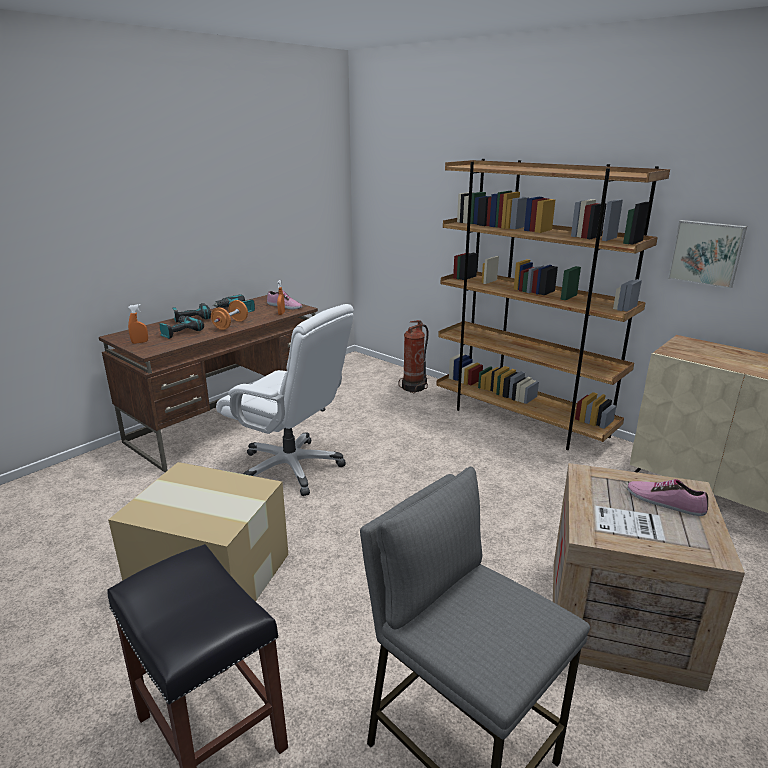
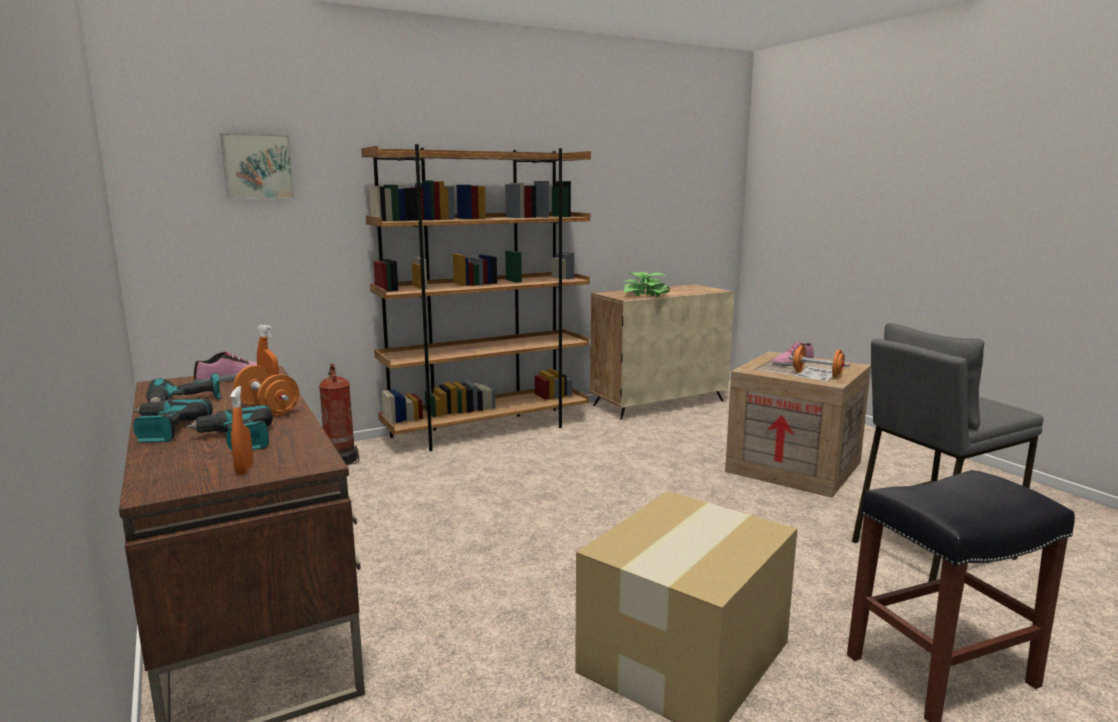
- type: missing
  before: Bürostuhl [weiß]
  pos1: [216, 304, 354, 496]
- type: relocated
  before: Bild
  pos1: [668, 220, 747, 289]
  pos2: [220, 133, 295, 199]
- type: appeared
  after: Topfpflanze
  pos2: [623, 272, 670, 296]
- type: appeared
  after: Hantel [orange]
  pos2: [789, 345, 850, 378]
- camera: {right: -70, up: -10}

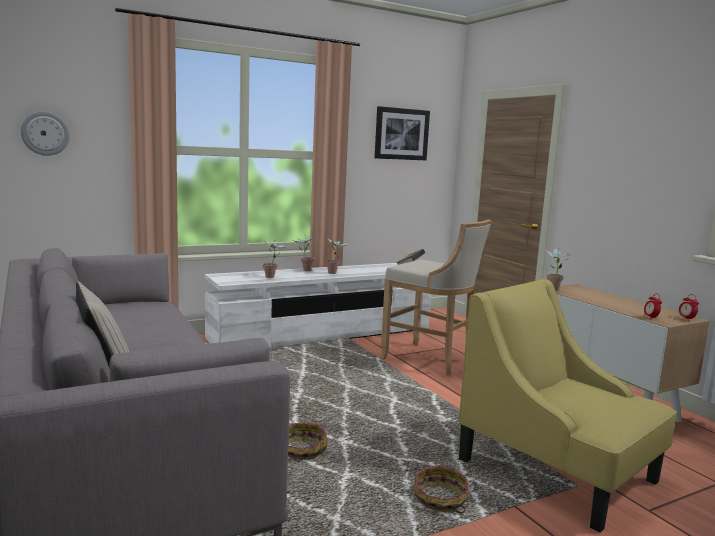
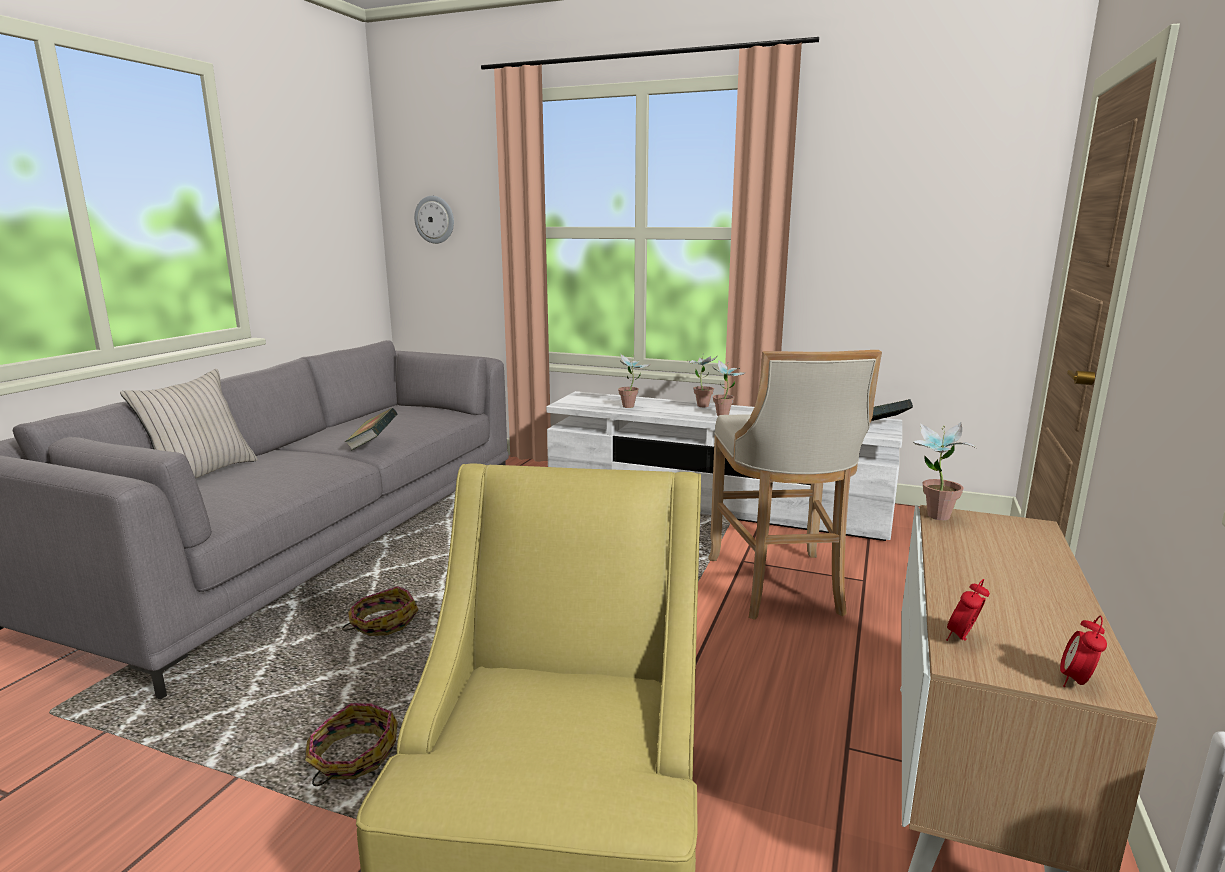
- type: missing
  before: Bild
  pos1: [375, 106, 430, 160]
- type: appeared
  after: Buch
  pos2: [345, 408, 398, 451]
- camera: {right: 50, up: 5}

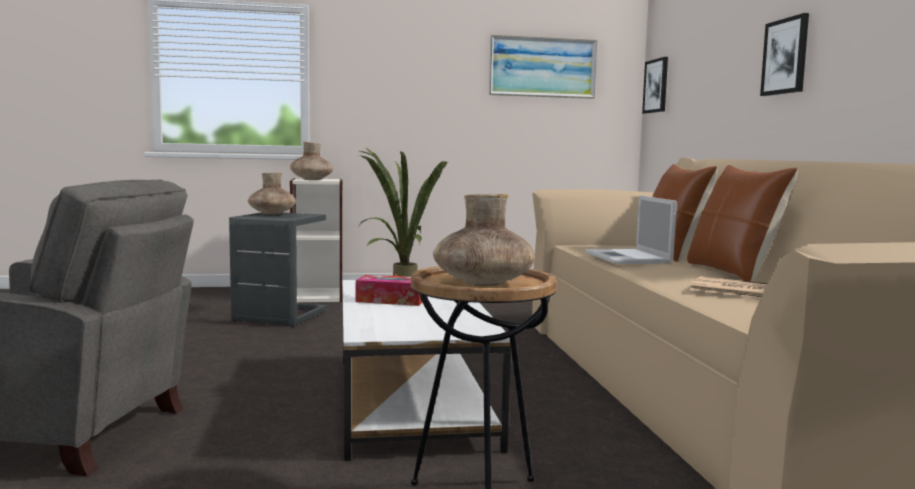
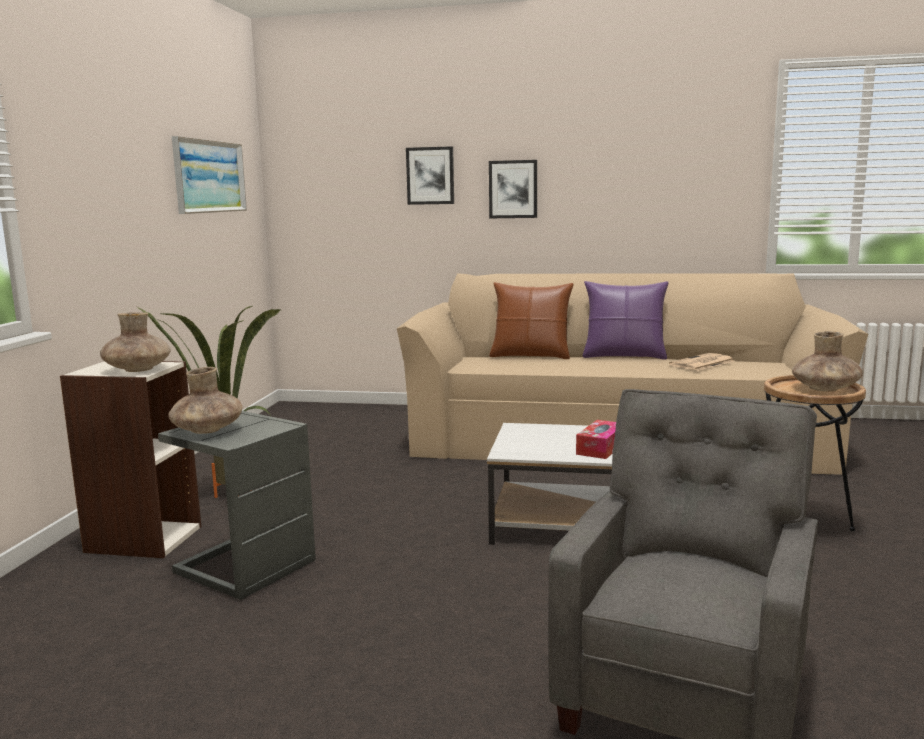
- type: missing
  before: Laptop
  pos1: [585, 195, 677, 264]
- type: relocated
  before: Bild
  pos1: [642, 57, 668, 114]
  pos2: [406, 146, 454, 205]
- type: colour
  before: Kissen [braun]
  after: Kissen [lila]
  pos1: [687, 165, 798, 282]
  pos2: [583, 281, 668, 360]
- camera: {right: -70, up: 5}

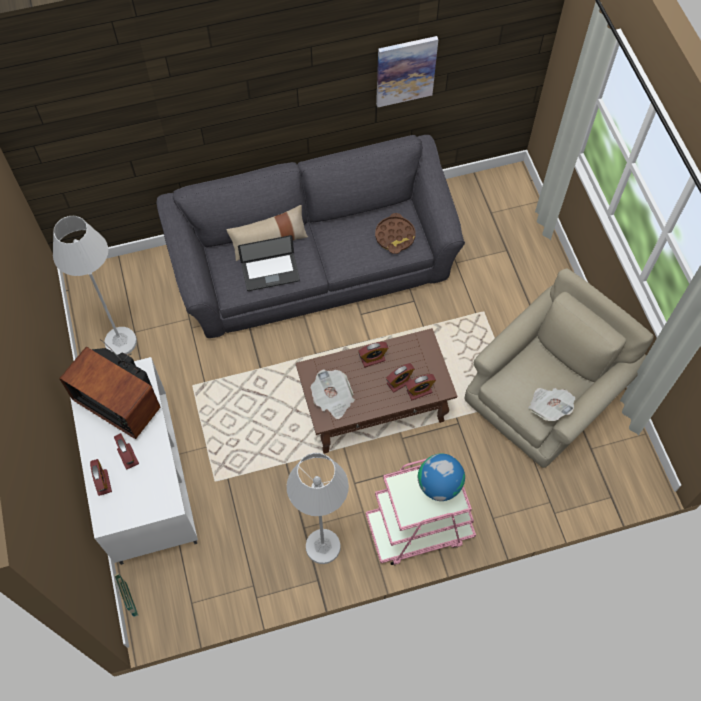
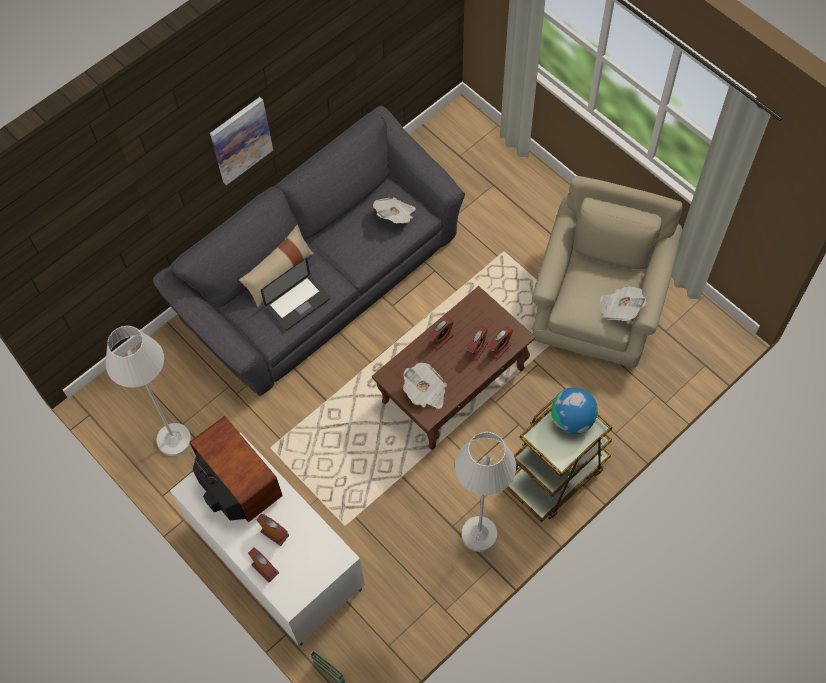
- type: spun
  before: Fernseher
  pos1: [59, 339, 160, 439]
  pos2: [189, 416, 283, 522]
  turn: -135
- type: colour
  before: Rollwagen [rosa]
  after: Rollwagen [braun]
  pos1: [366, 456, 476, 566]
  pos2: [506, 398, 613, 522]
- type: exchanged
  before: Tablett [braun]
  after: Zeitung
  pos1: [375, 213, 416, 254]
  pos2: [373, 197, 416, 223]
- type: relocated
  before: Bild
  pos1: [376, 36, 438, 107]
  pos2: [210, 97, 273, 185]
- camera: {right: -25, up: 0}

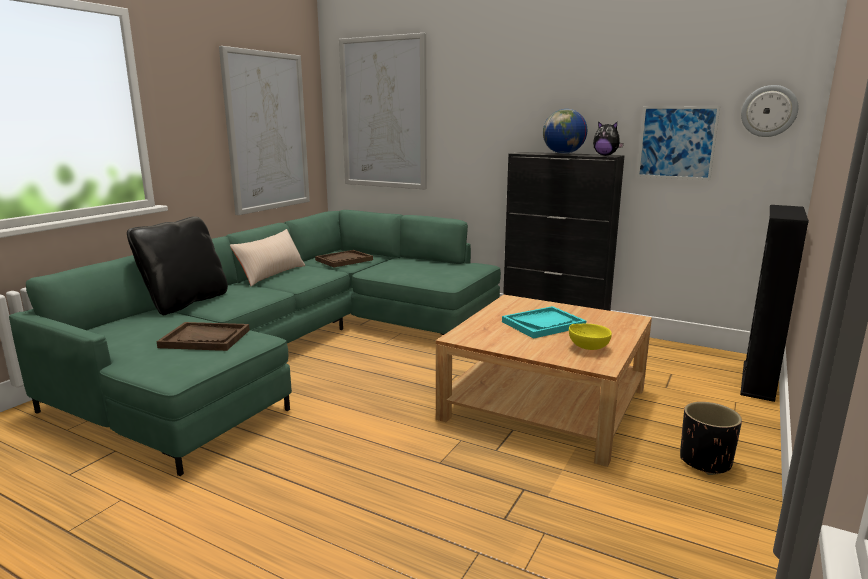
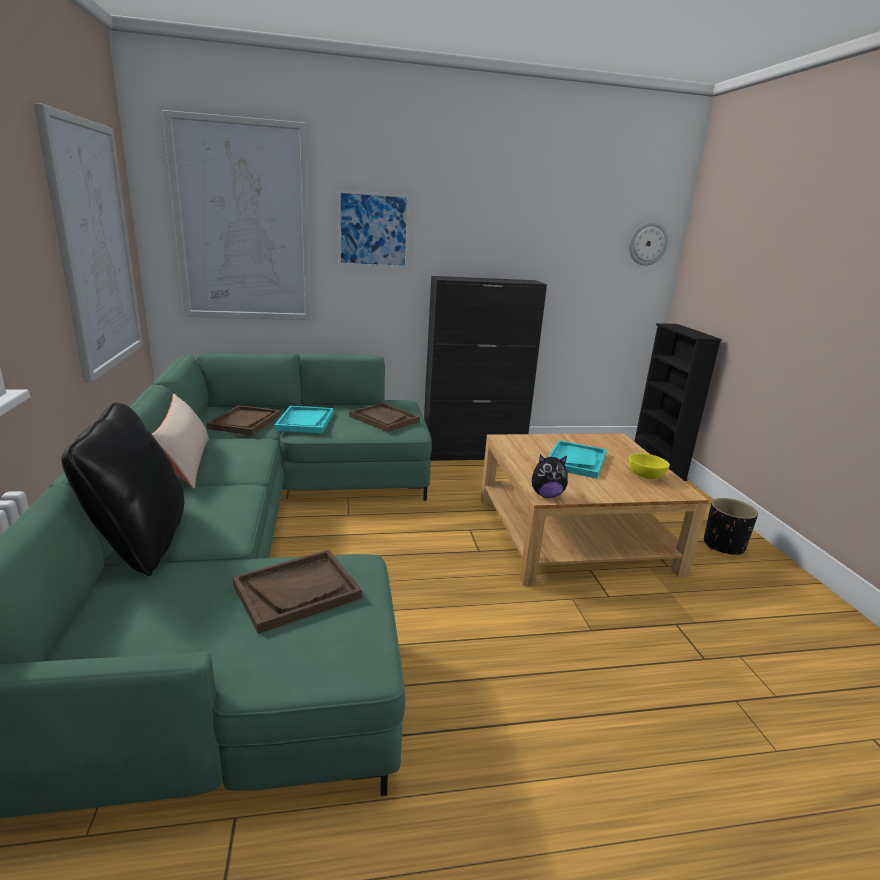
- type: missing
  before: Globus
  pos1: [543, 109, 587, 154]
- type: relocated
  before: Plüschtier
  pos1: [593, 121, 624, 156]
  pos2: [532, 455, 568, 498]
- type: relocated
  before: Bild
  pos1: [637, 106, 720, 180]
  pos2: [338, 190, 410, 268]
- type: appeared
  after: Tablett [türkis]
  pos2: [274, 406, 334, 433]
- type: appeared
  after: Tablett [braun]
  pos2: [349, 403, 420, 432]
- camera: {right: -40, up: 5}

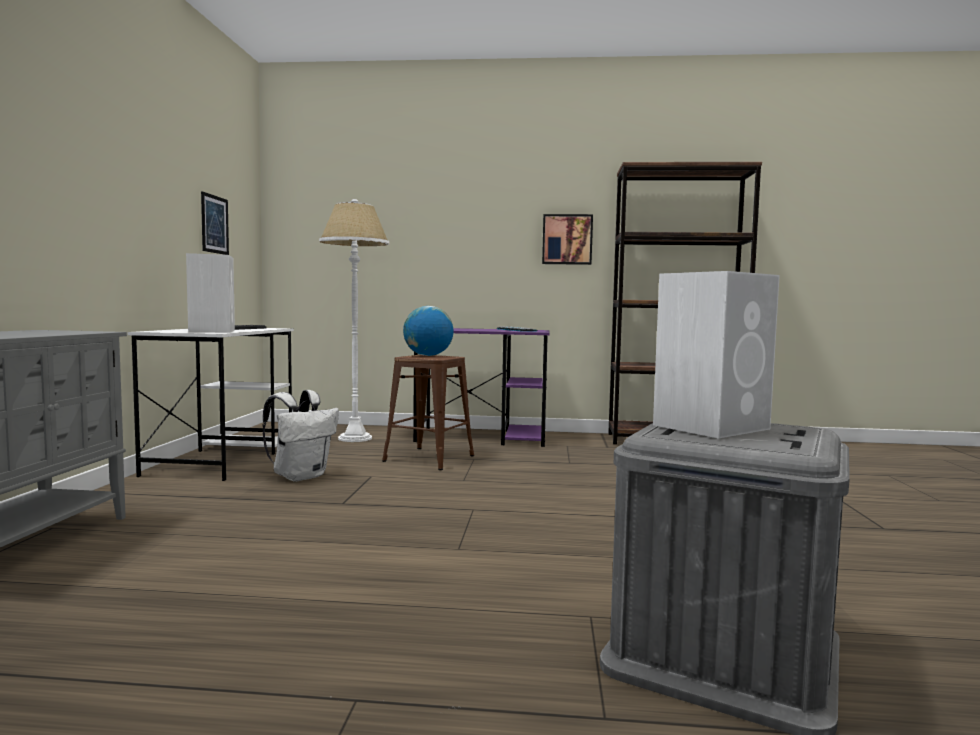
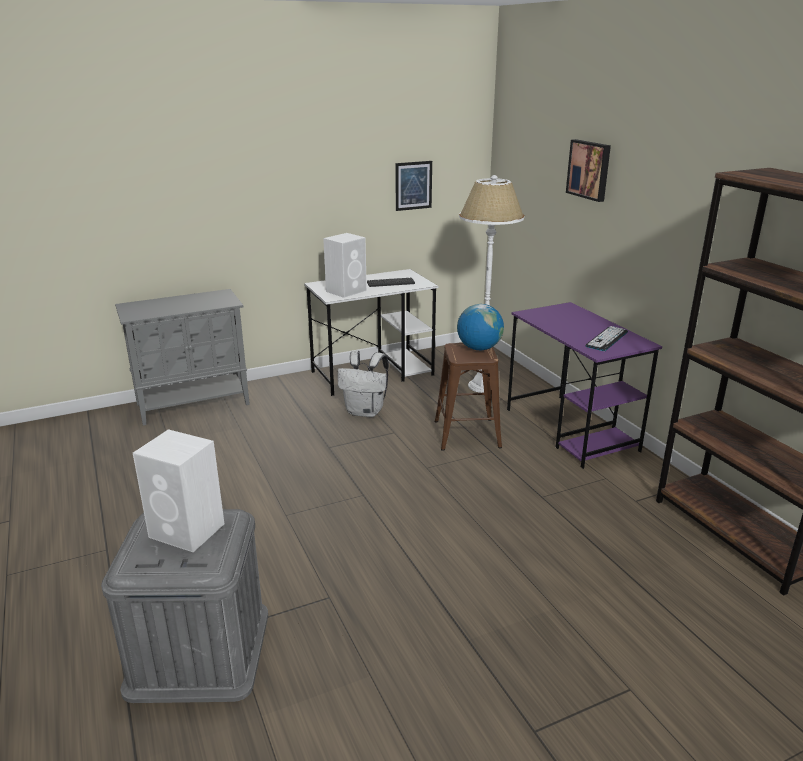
- type: relocated
  before: Bild
  pos1: [542, 214, 593, 265]
  pos2: [566, 139, 611, 202]
- camera: {right: 60, up: 20}

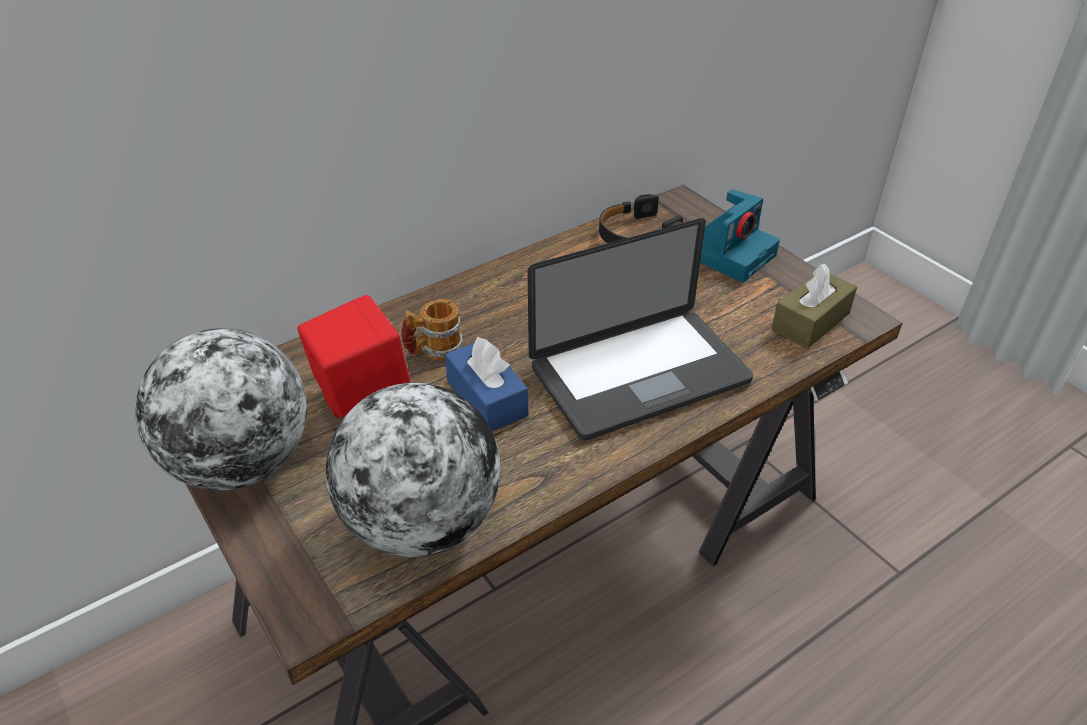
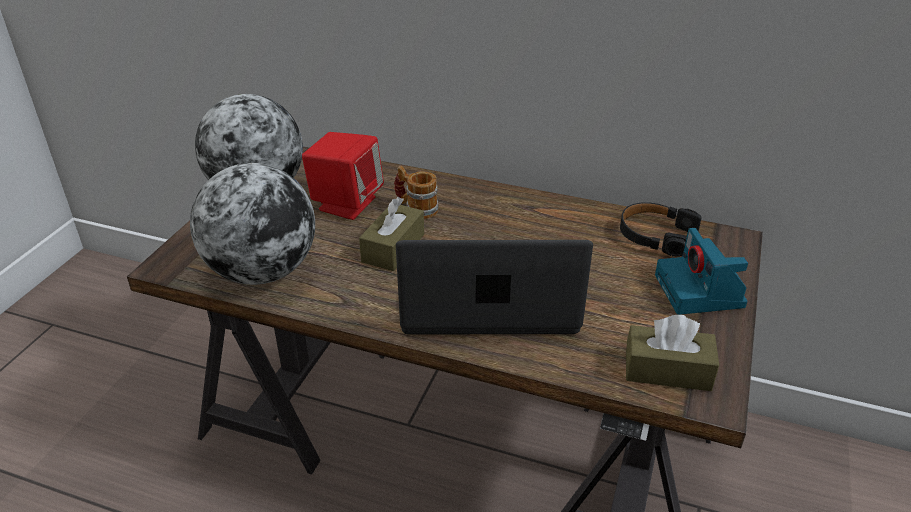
- type: colour
  before: Taschentuchbox [blau]
  after: Taschentuchbox [braun]
  pos1: [445, 337, 529, 431]
  pos2: [359, 197, 424, 271]
- type: spun
  before: Laptop
  pos1: [528, 218, 753, 440]
  pos2: [396, 240, 593, 335]
  turn: 150
- type: spun
  before: Kamera
  pos1: [700, 189, 780, 282]
  pos2: [655, 228, 748, 315]
  turn: 75
- camera: {right: 55, up: -5}

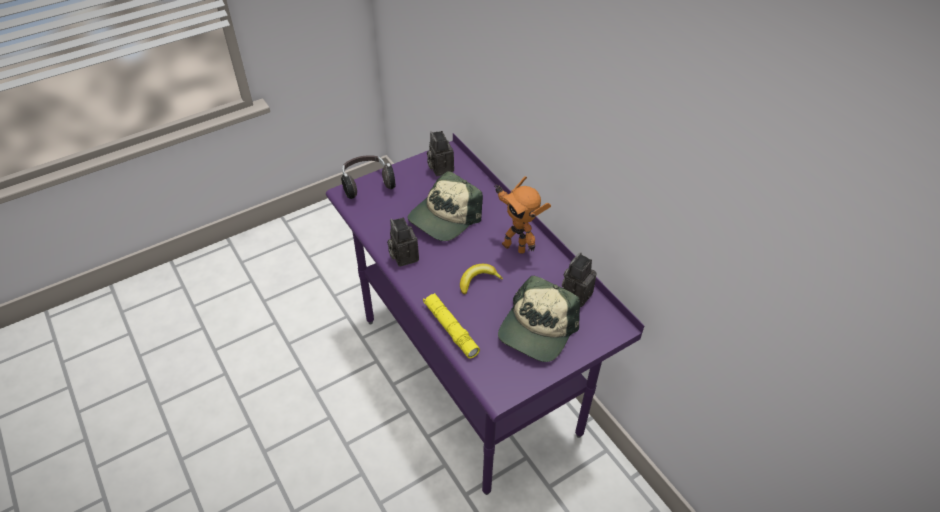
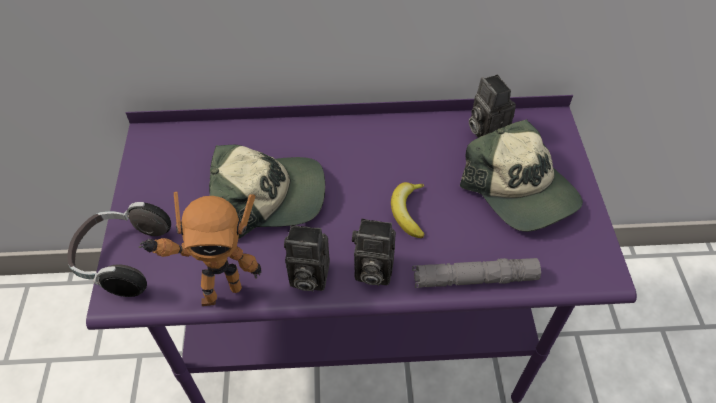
- type: spun
  before: Kappe
  pos1: [408, 171, 483, 241]
  pos2: [209, 145, 325, 239]
  turn: -75
- type: colour
  before: Taschenlampe [gelb]
  after: Taschenlampe [grau]
  pos1: [423, 293, 480, 359]
  pos2: [412, 258, 541, 288]
- type: relocated
  before: Kamera
  pos1: [427, 131, 454, 176]
  pos2: [352, 219, 396, 286]
- type: relocated
  before: Spielzeugroboter
  pos1: [494, 176, 551, 254]
  pos2: [138, 192, 262, 306]
- camera: {right: -60, up: 5}

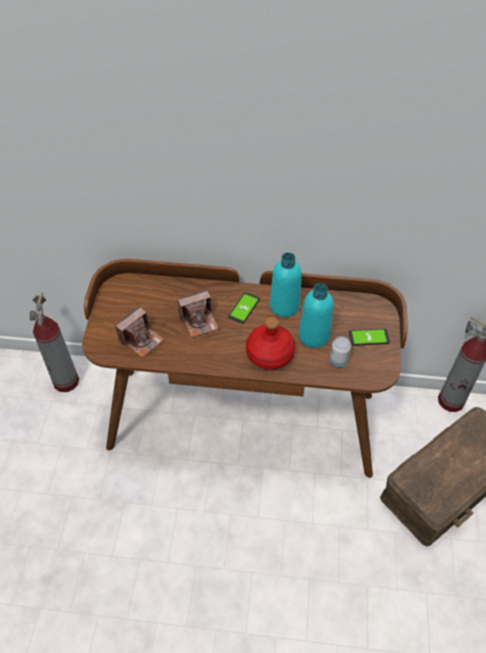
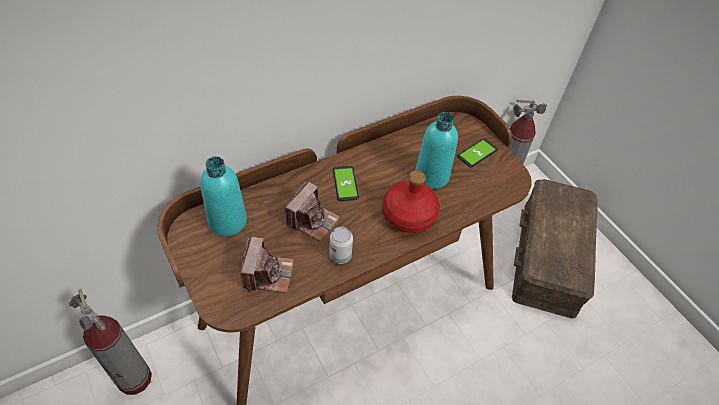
- type: relocated
  before: Flasche [türkis]
  pos1: [270, 252, 302, 317]
  pos2: [200, 156, 247, 236]
- type: relocated
  before: Dose
  pos1: [330, 336, 351, 367]
  pos2: [329, 227, 353, 264]
- camera: {right: -40, up: 0}

